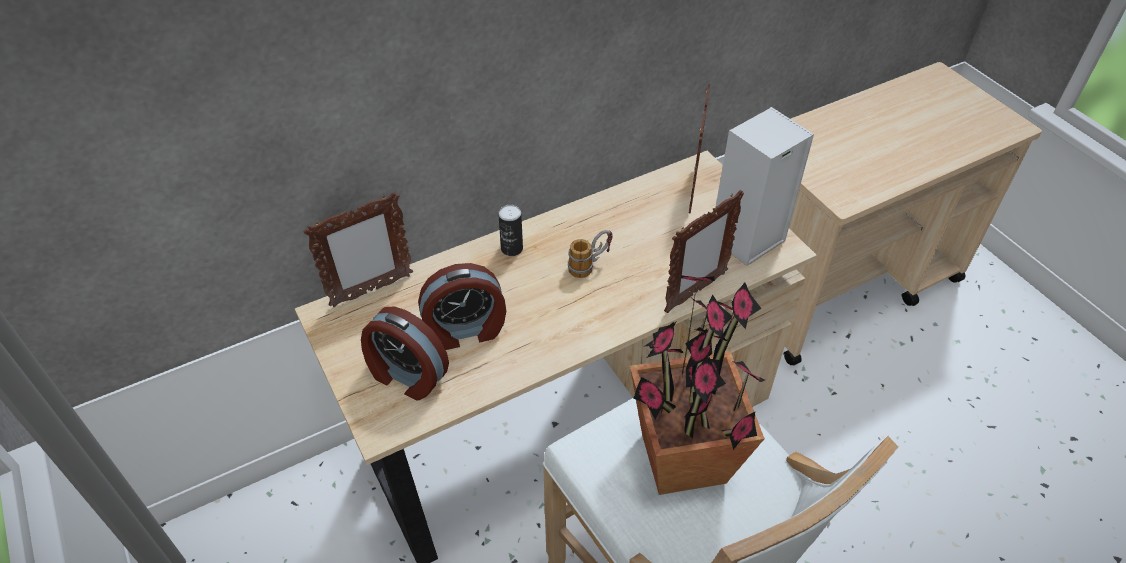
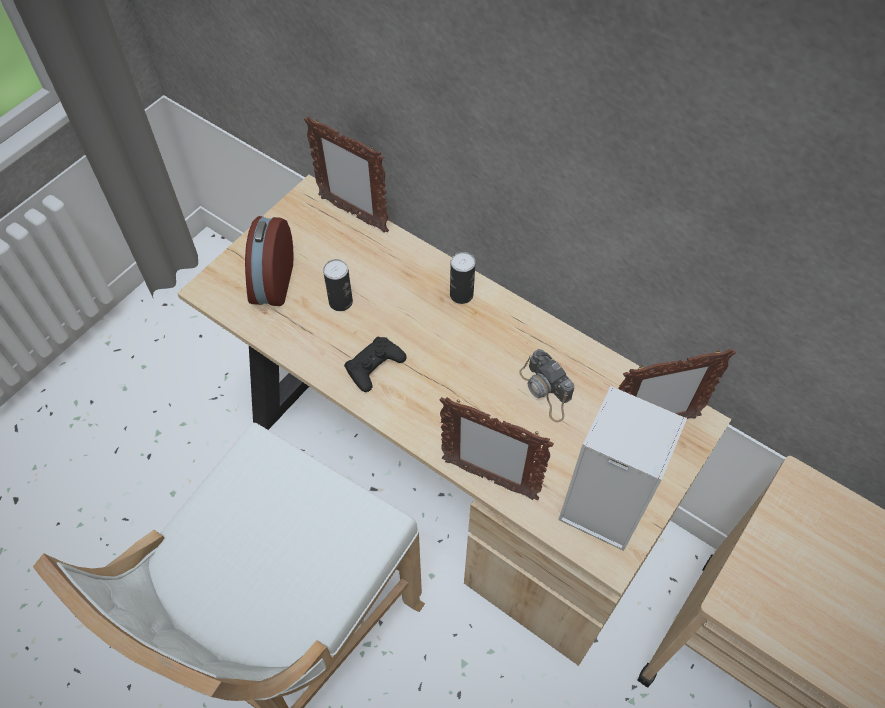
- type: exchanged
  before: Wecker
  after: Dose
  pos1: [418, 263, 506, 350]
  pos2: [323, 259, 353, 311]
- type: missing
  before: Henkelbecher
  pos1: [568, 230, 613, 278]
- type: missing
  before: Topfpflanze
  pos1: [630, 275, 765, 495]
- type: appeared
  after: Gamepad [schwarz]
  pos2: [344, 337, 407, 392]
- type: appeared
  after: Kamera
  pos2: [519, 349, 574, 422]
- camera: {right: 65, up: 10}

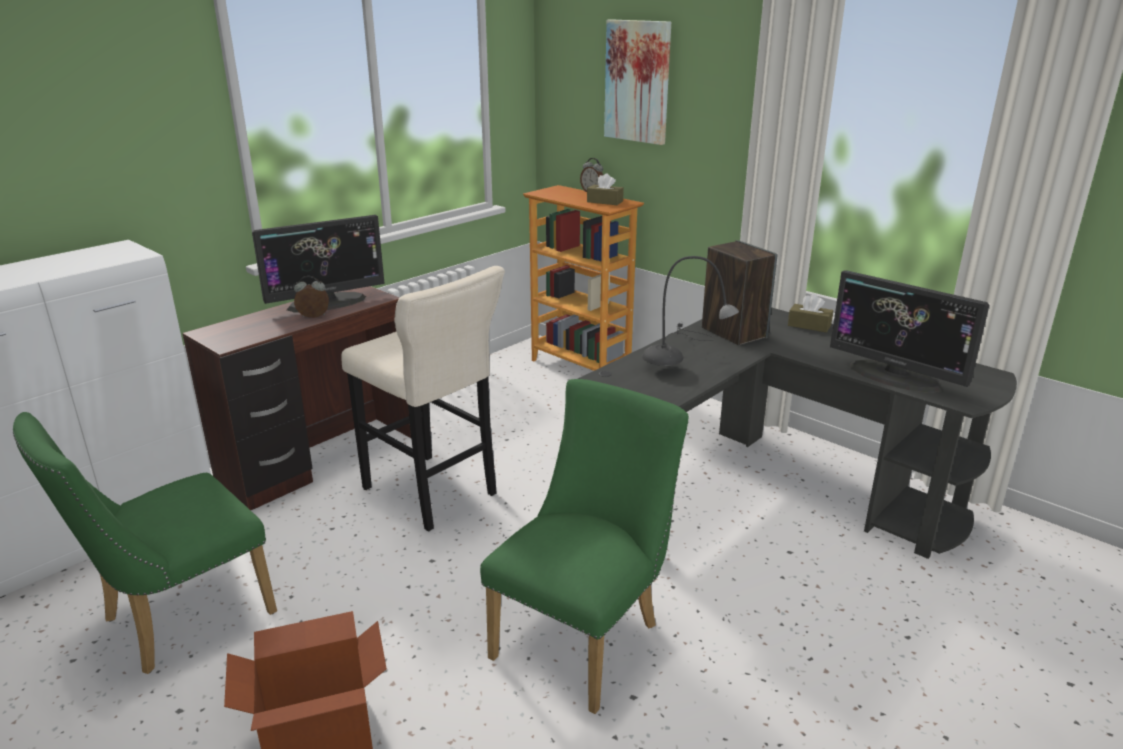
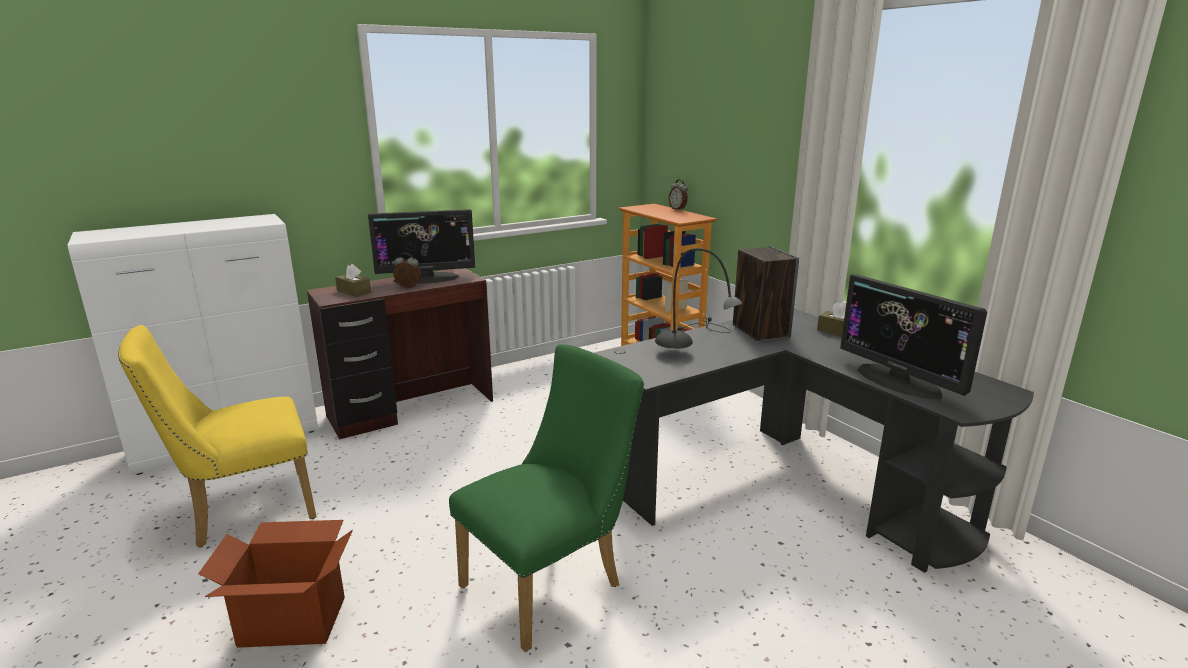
- type: colour
  before: Stuhl [grün]
  after: Stuhl [gelb]
  pos1: [13, 412, 277, 674]
  pos2: [118, 325, 316, 548]
- type: missing
  before: Hocker [beige]
  pos1: [341, 266, 505, 532]
- type: relocated
  before: Taschentuchbox [braun]
  pos1: [587, 173, 624, 205]
  pos2: [335, 264, 371, 297]
- type: missing
  before: Bild
  pos1: [604, 19, 671, 145]
- camera: {right: 15, up: -5}

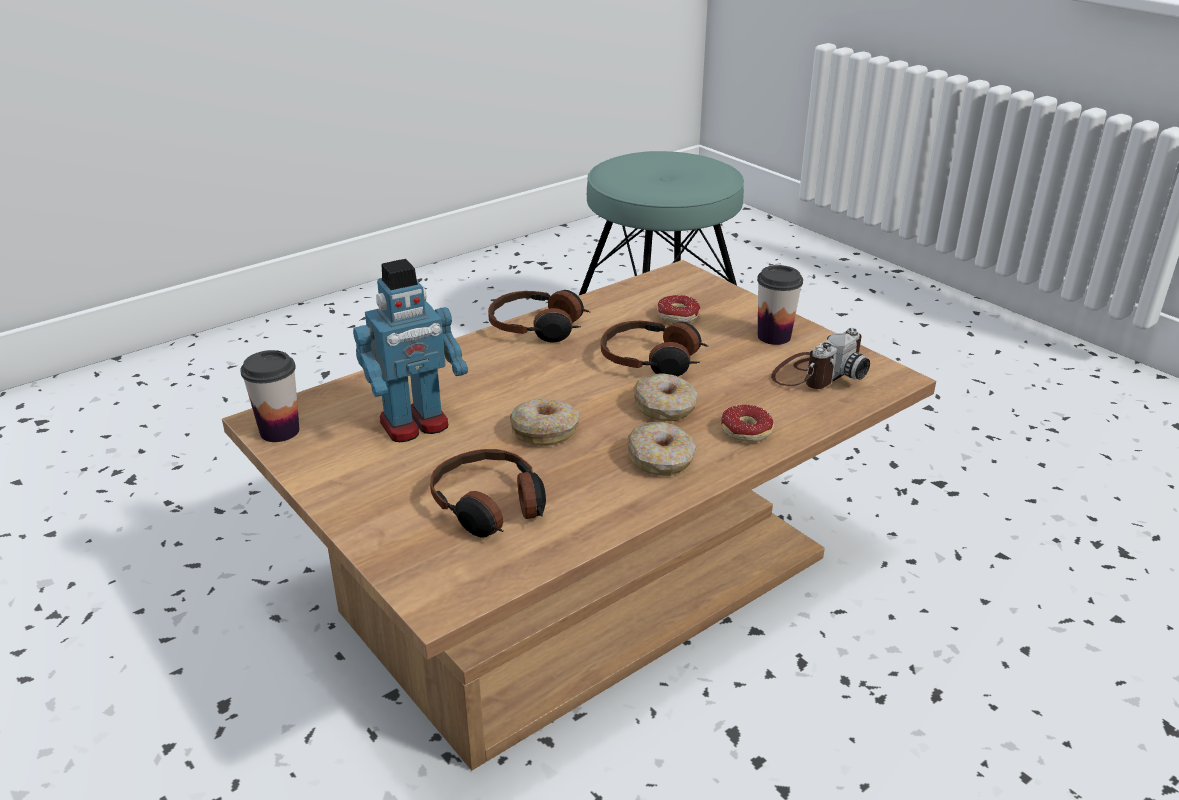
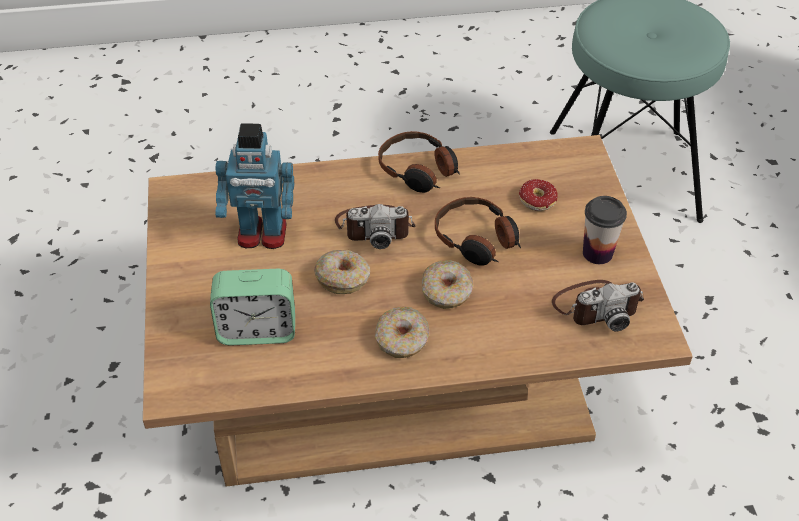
- type: missing
  before: Tasse
  pos1: [240, 350, 299, 442]
- type: exchanged
  before: Kopfhörer
  after: Wecker
  pos1: [430, 449, 546, 538]
  pos2: [210, 269, 295, 345]
- type: missing
  before: Donut
  pos1: [721, 405, 774, 442]
- type: appeared
  after: Kamera
  pos2: [335, 204, 415, 249]
- camera: {right: 30, up: 15}

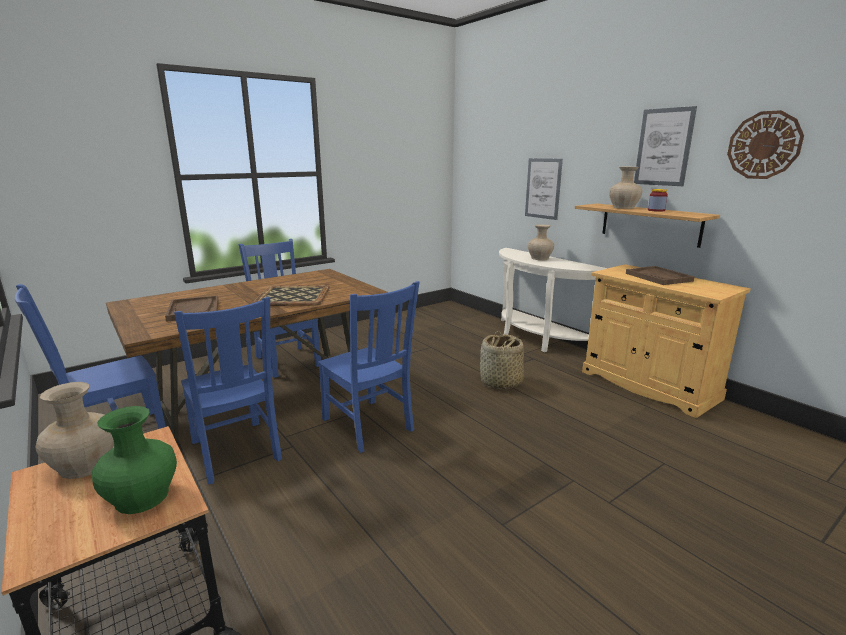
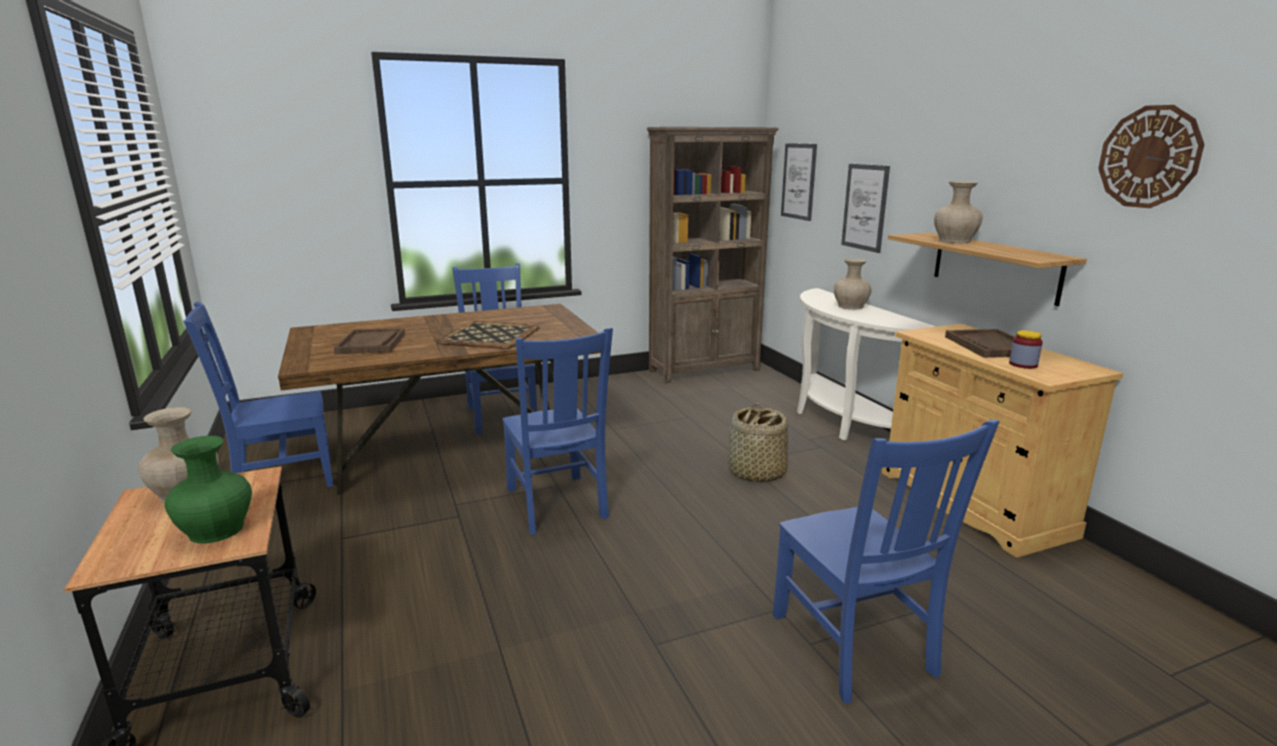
- type: relocated
  before: Stuhl [blau]
  pos1: [174, 297, 282, 484]
  pos2: [773, 420, 999, 703]
- type: relocated
  before: Bild
  pos1: [634, 106, 697, 186]
  pos2: [781, 143, 817, 221]
- type: relocated
  before: Vorratsglas
  pos1: [648, 189, 668, 212]
  pos2: [1009, 330, 1043, 369]
- type: appeared
  after: Bücherregal [braun]
  pos2: [647, 127, 779, 383]
- camera: {right: 15, up: 0}

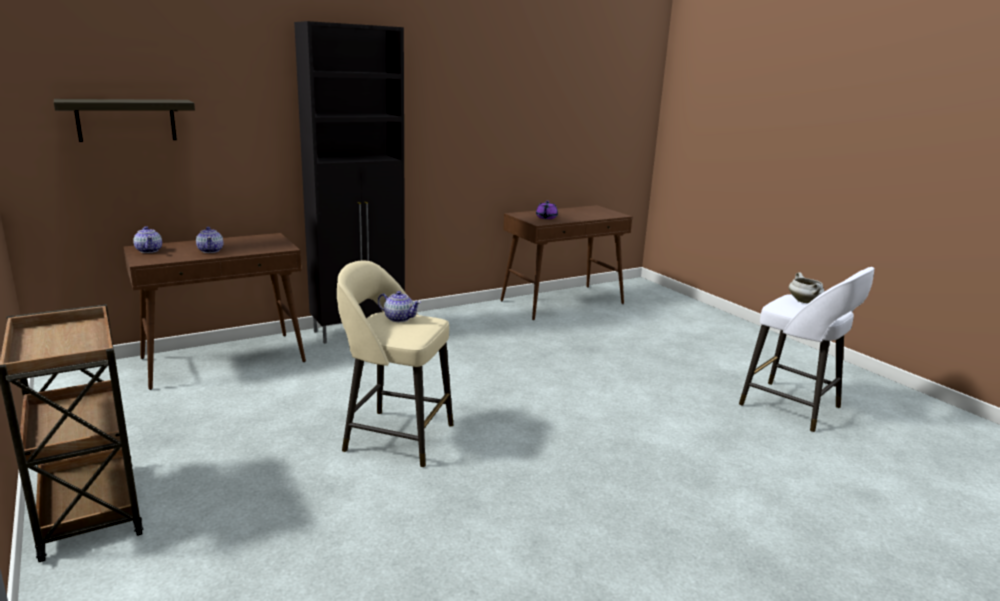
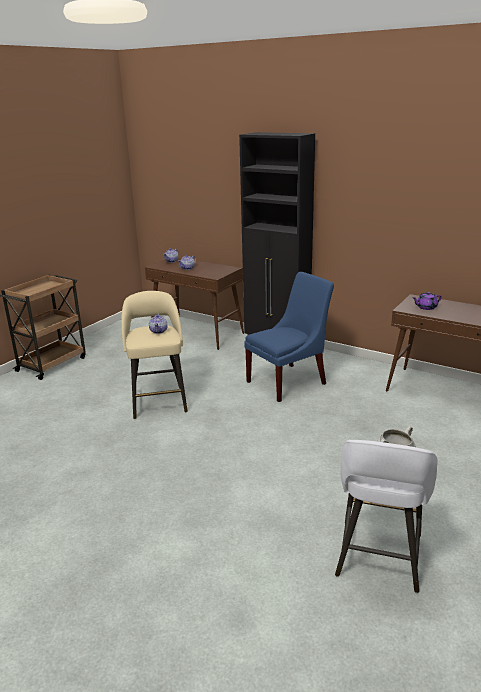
- type: missing
  before: Wandregal
  pos1: [54, 99, 195, 142]
- type: appeared
  after: Stuhl [blau]
  pos2: [244, 272, 334, 402]
- camera: {right: 65, up: 5}

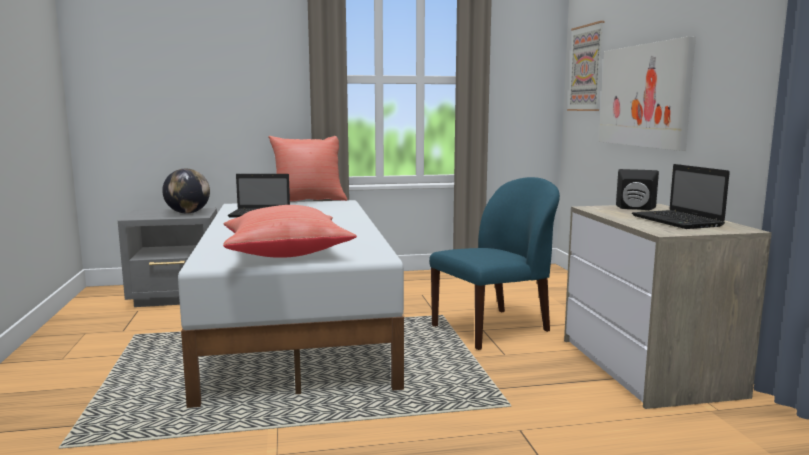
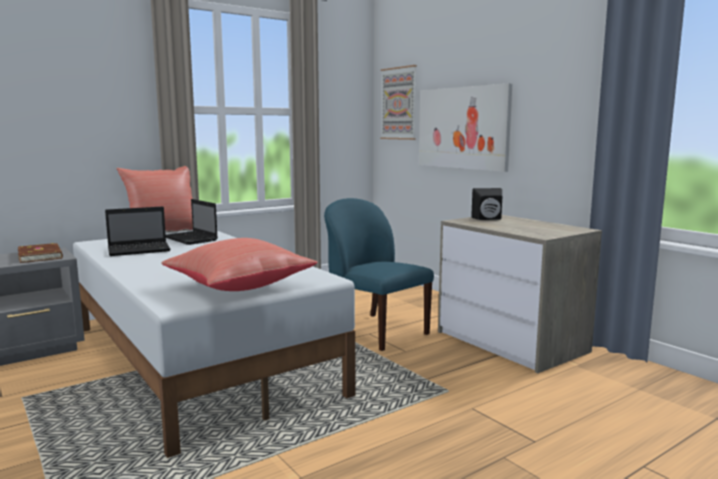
- type: exchanged
  before: Globus
  after: Buch [braun]
  pos1: [162, 169, 210, 214]
  pos2: [18, 243, 63, 263]
- type: spun
  before: Stuhl [blau]
  pos1: [429, 177, 560, 350]
  pos2: [324, 198, 434, 351]
  turn: -75
- type: relocated
  before: Laptop
  pos1: [632, 164, 730, 229]
  pos2: [166, 199, 218, 245]
- camera: {right: -25, up: 0}

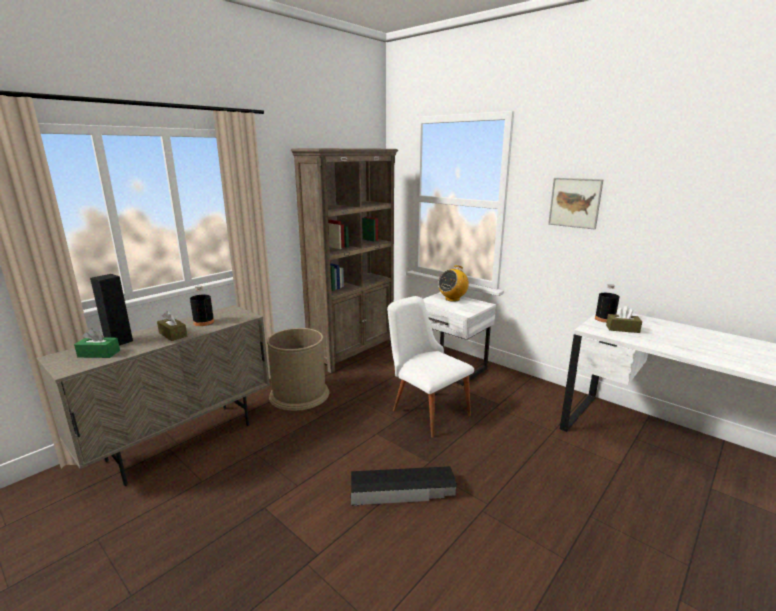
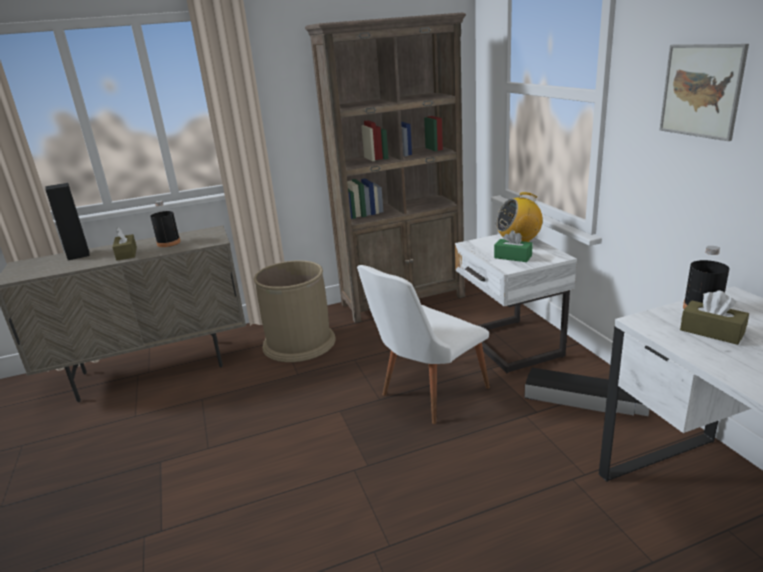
- type: relocated
  before: Taschentuchbox [grün]
  pos1: [74, 328, 120, 358]
  pos2: [494, 230, 533, 262]
- type: relocated
  before: Aufbewahrungsbox [schwarz]
  pos1: [351, 466, 457, 506]
  pos2: [524, 368, 650, 416]
- type: spun
  before: Stuhl [weiß]
  pos1: [387, 296, 474, 438]
  pos2: [357, 265, 490, 424]
  turn: -120
- camera: {right: 30, up: 5}

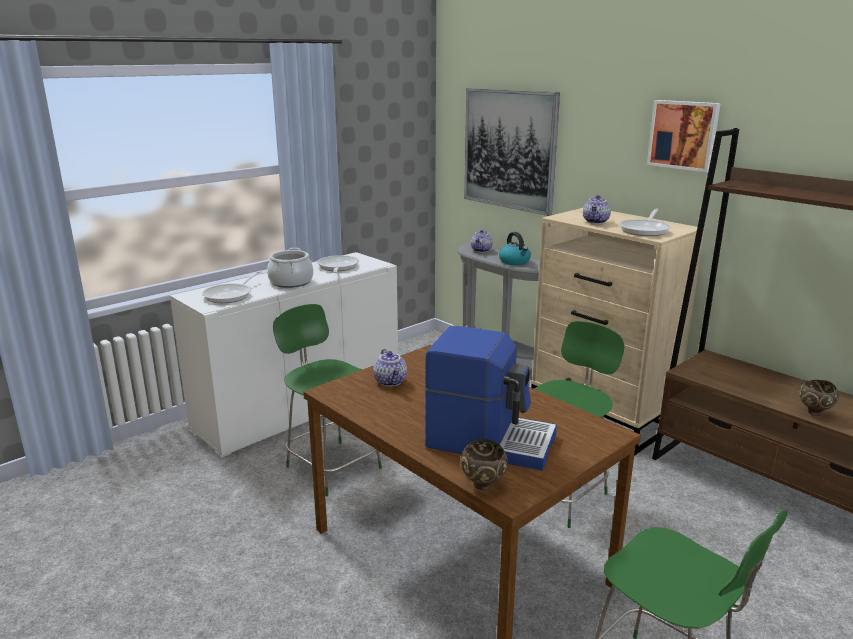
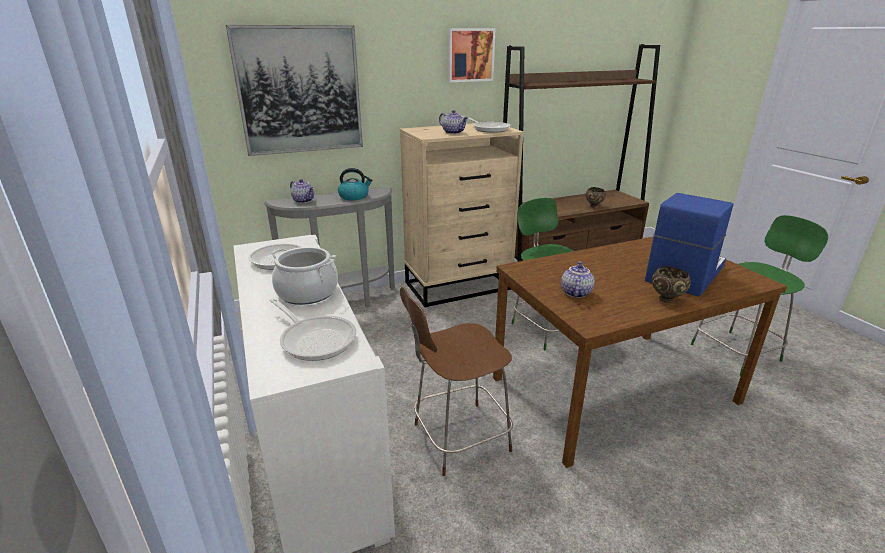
- type: colour
  before: Stuhl [grün]
  after: Stuhl [braun]
  pos1: [273, 304, 382, 496]
  pos2: [400, 287, 513, 476]
- type: spun
  before: Teekanne
  pos1: [373, 349, 407, 387]
  pos2: [561, 262, 595, 298]
  turn: -75
- type: relocated
  before: Schüssel [braun]
  pos1: [461, 439, 508, 491]
  pos2: [652, 266, 691, 303]
- camera: {right: -70, up: 5}

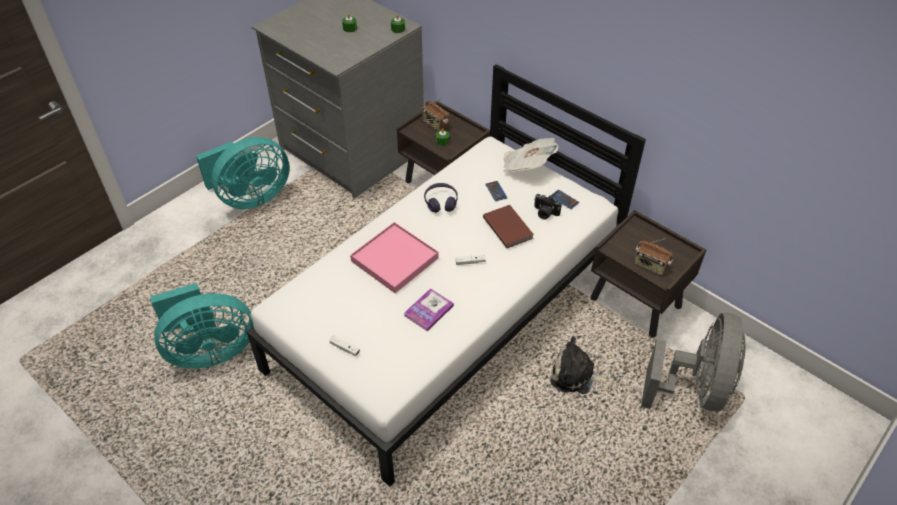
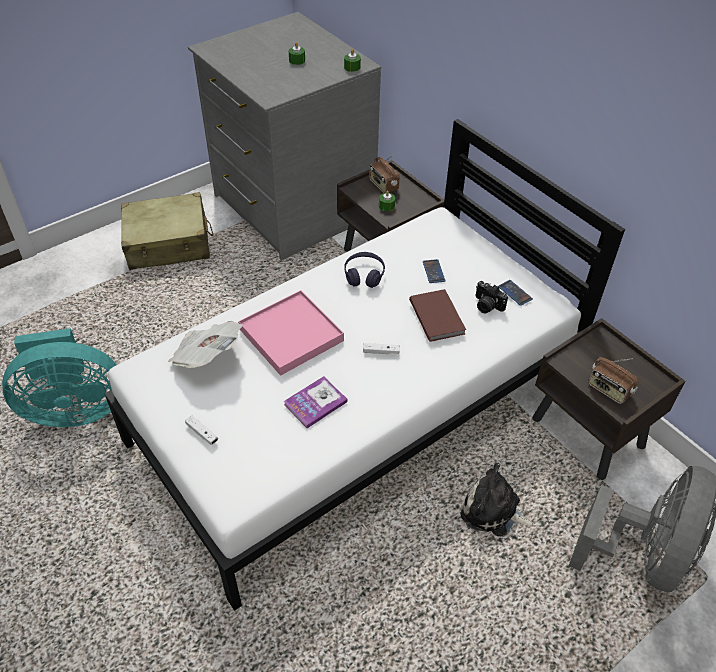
- type: exchanged
  before: Ventilator [türkis]
  after: Koffer [beige]
  pos1: [196, 137, 290, 209]
  pos2: [121, 192, 213, 270]
- type: relocated
  before: Zeitung
  pos1: [504, 138, 558, 172]
  pos2: [168, 321, 242, 368]
- camera: {right: 10, up: 0}

